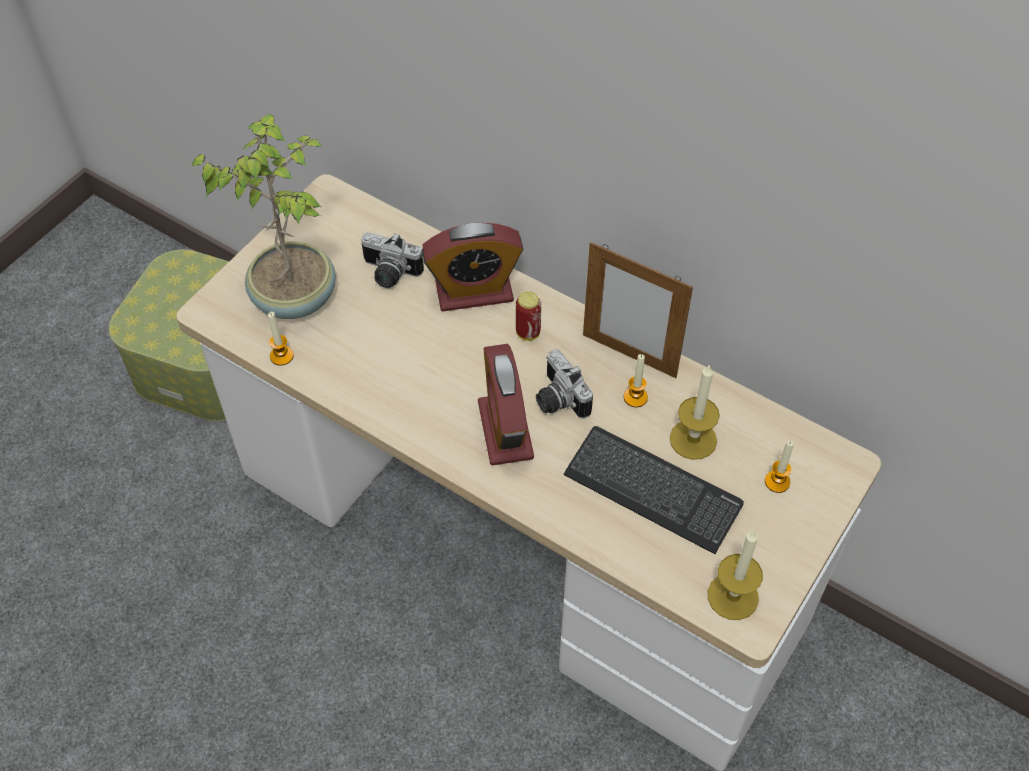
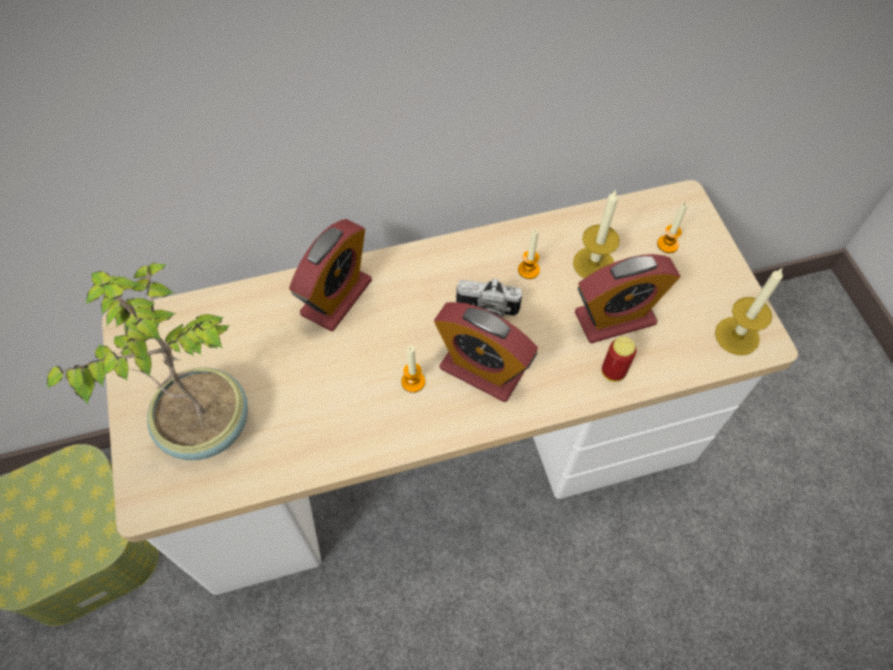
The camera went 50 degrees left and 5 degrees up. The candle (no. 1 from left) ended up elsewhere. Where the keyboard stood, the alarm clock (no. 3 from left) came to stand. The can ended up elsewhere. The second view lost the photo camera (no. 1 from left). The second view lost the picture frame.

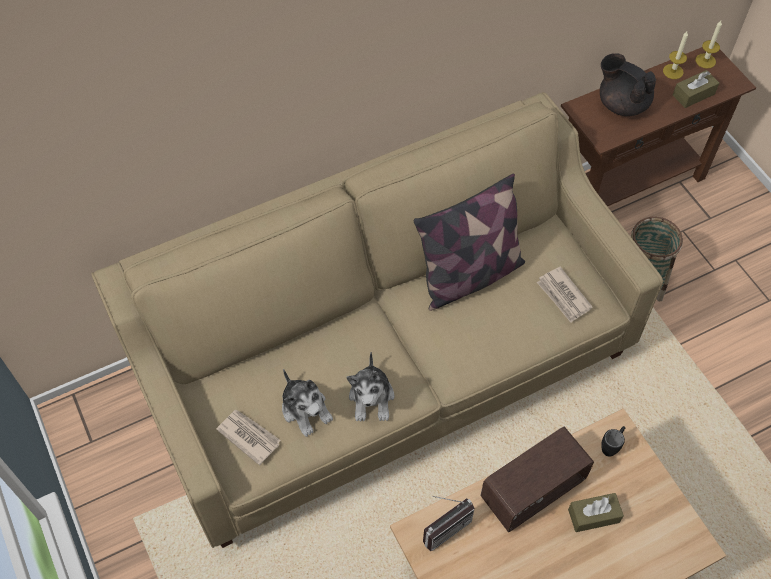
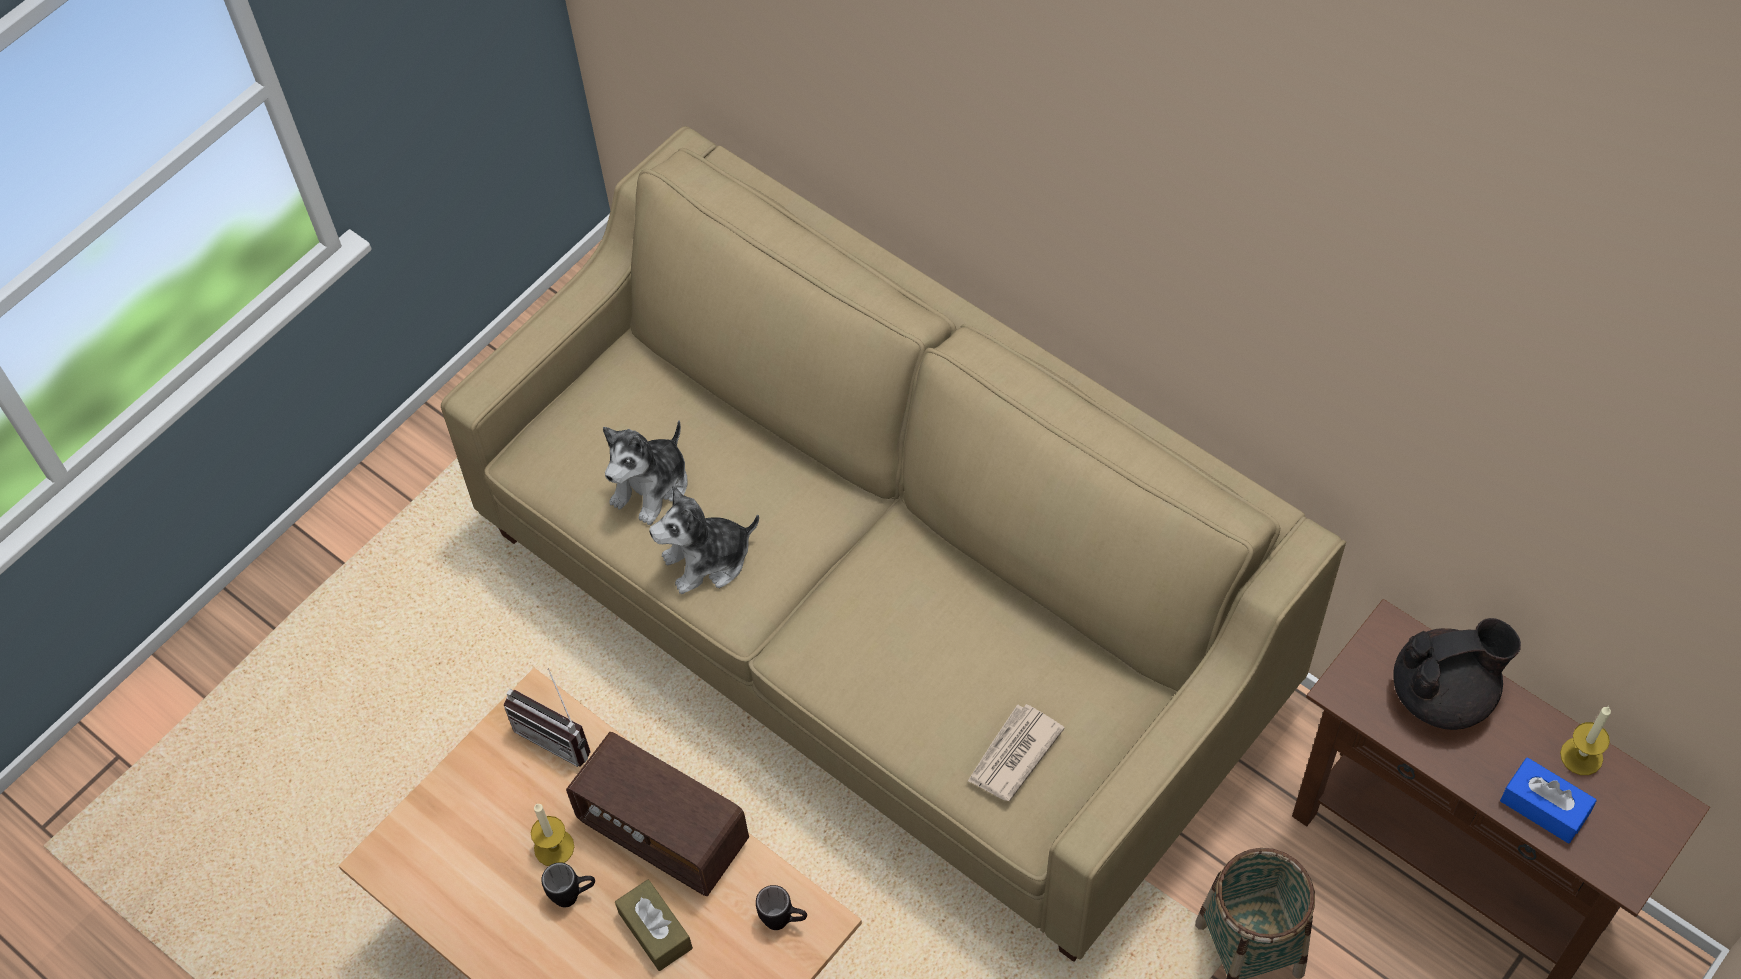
The camera went 70 degrees right and 0 degrees up. The candle (no. 2 from left in the first image) ended up elsewhere. The second view gained the black mug (no. 1 from left). The black teapot ended up facing another way, 60 degrees clockwise from before. What was the brown tissue box (no. 2 from left) turned into the blue tissue box. The second view lost the newspaper (no. 1 from left). The second view lost the pillow.

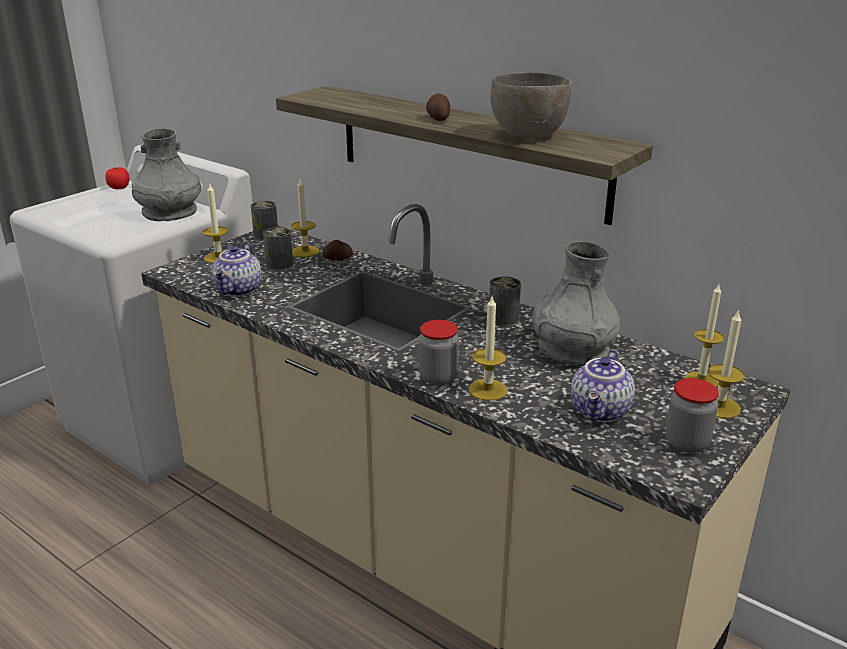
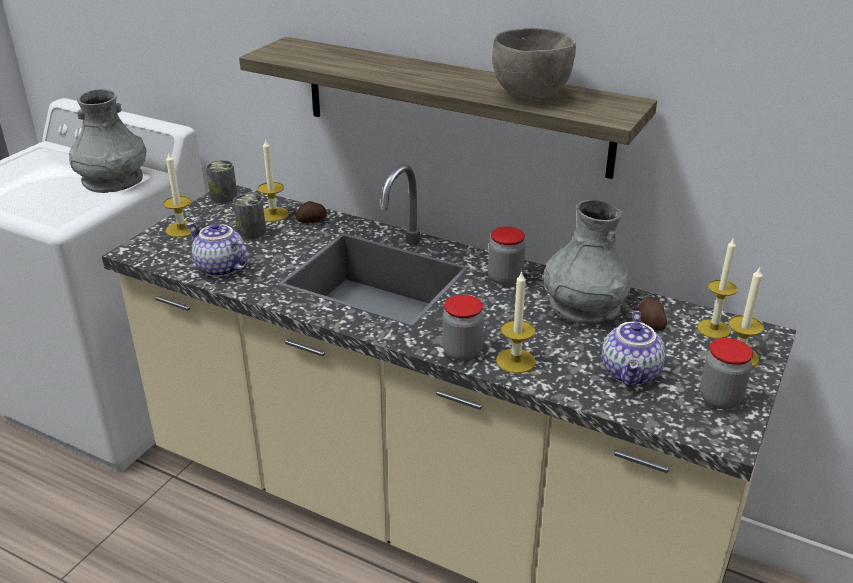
The camera went 10 degrees left and 5 degrees up. The teapot (no. 1 from left) ended up facing another way, 120 degrees clockwise from before. Where the can (no. 3 from left) stood, the jar (no. 2 from left) came to stand. The potato (no. 2 from left) ended up elsewhere. The second view lost the tomato.

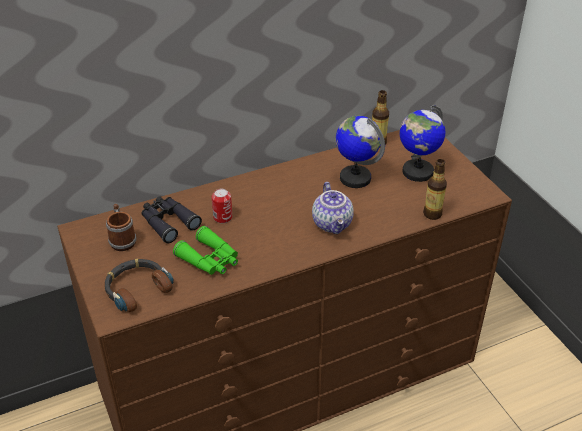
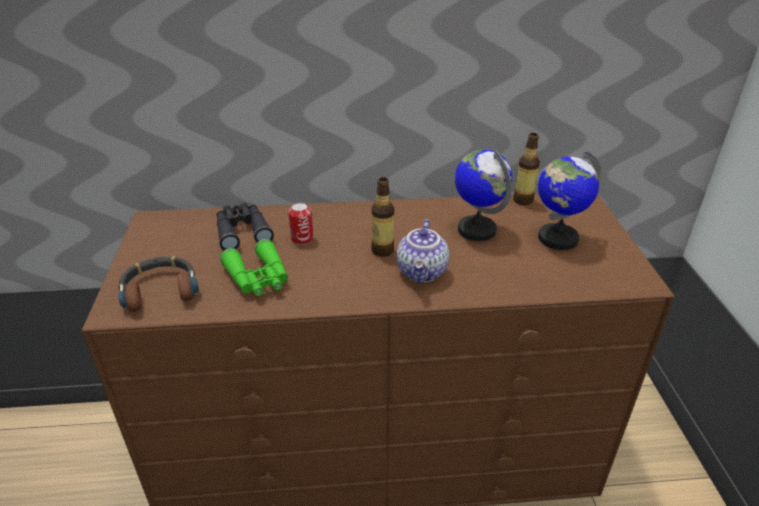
The camera went 20 degrees right and 5 degrees down. The bottle (no. 2 from left in the first image) ended up elsewhere. The second view lost the mug.

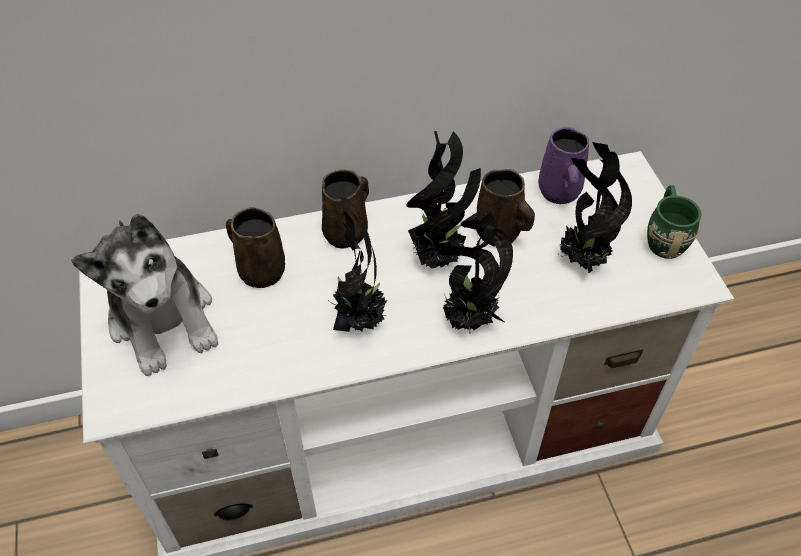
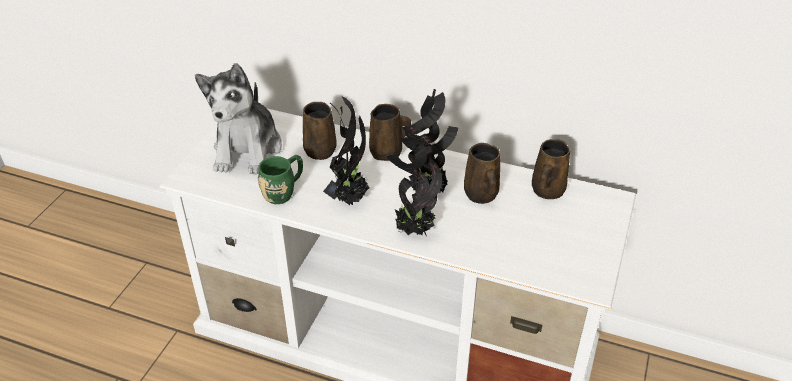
The camera went 35 degrees right and 10 degrees down. The green mug ended up elsewhere. What was the purple mug turned into the brown mug (no. 4 from left). The second view lost the potted plant (no. 4 from left).

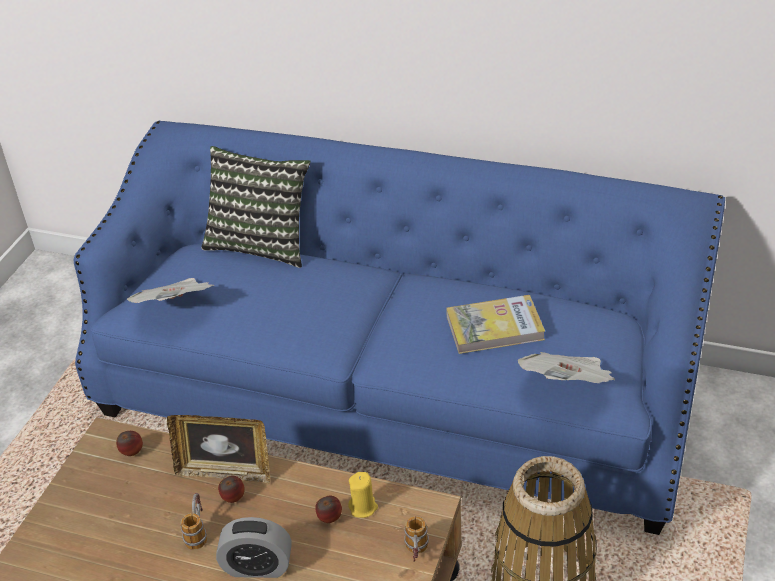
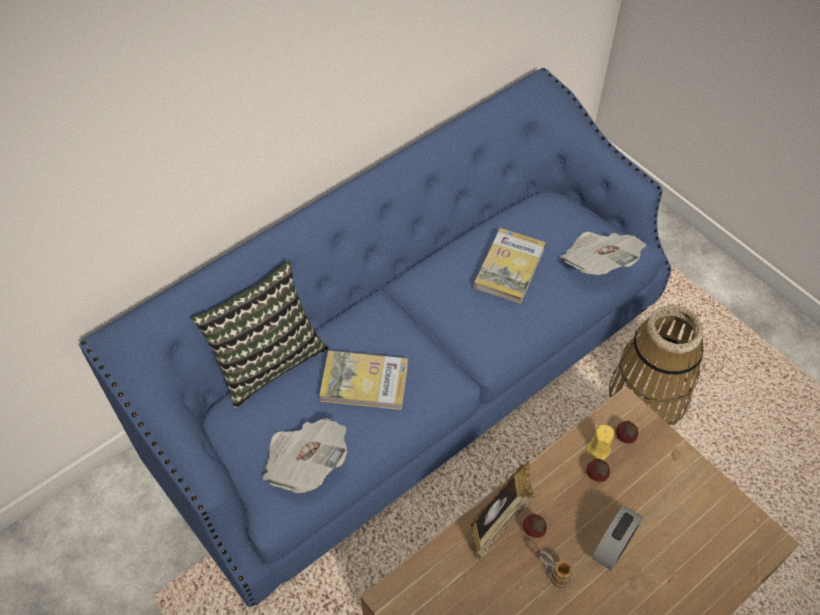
The camera went 60 degrees left and 15 degrees up. The second view gained the book (no. 1 from left). The apple (no. 1 from left in the first image) ended up elsewhere. The second view lost the mug (no. 2 from left).

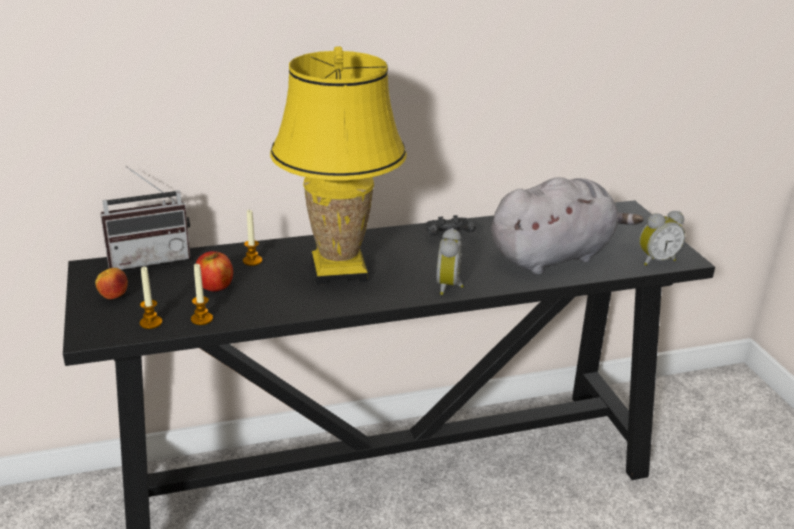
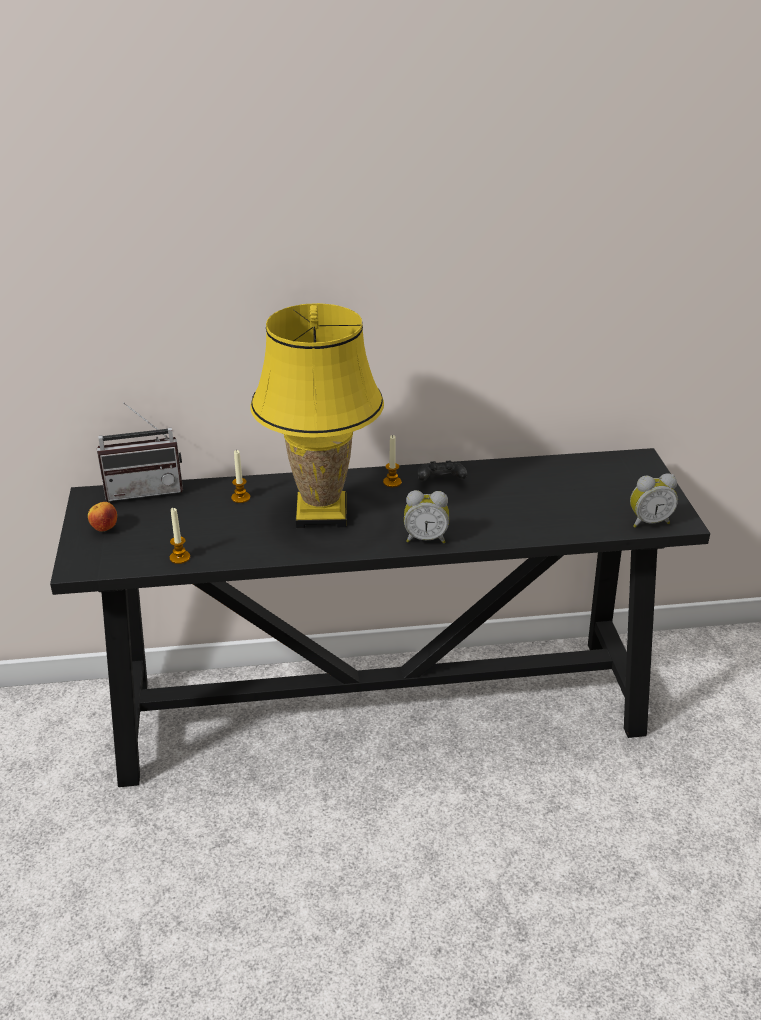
The camera went 10 degrees right and 5 degrees up. The candle (no. 1 from left in the first image) ended up elsewhere. The alarm clock (no. 1 from left) ended up facing another way, 105 degrees counterclockwise from before. The second view lost the apple (no. 2 from left). The second view lost the grey plush toy.

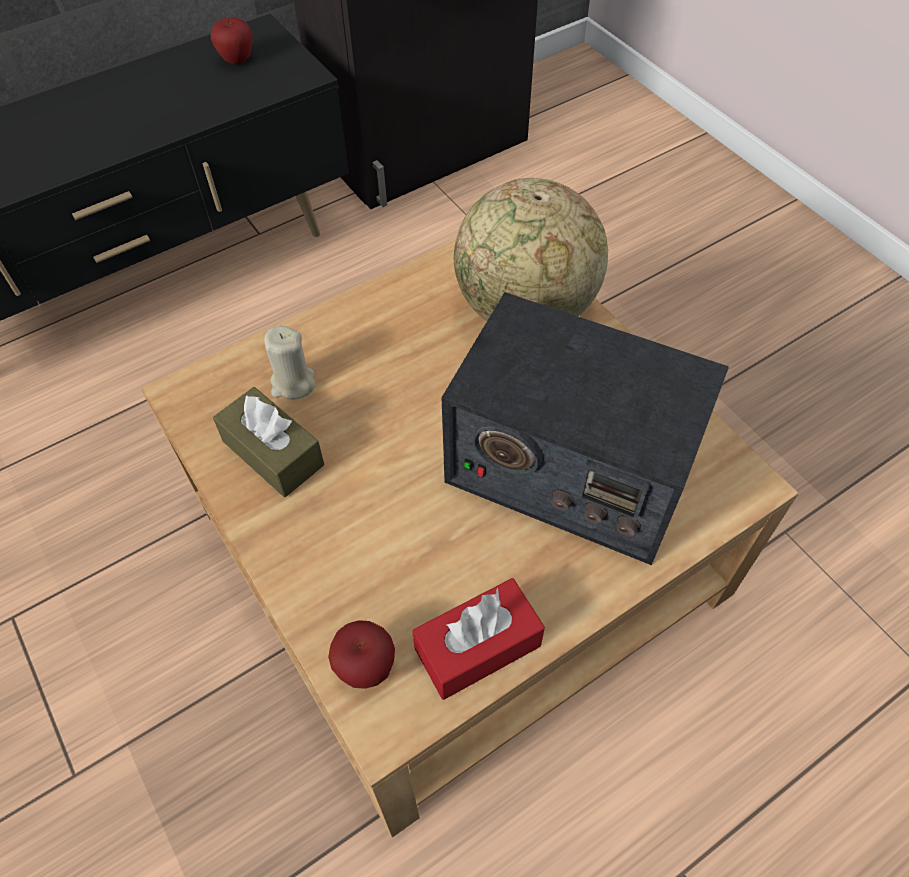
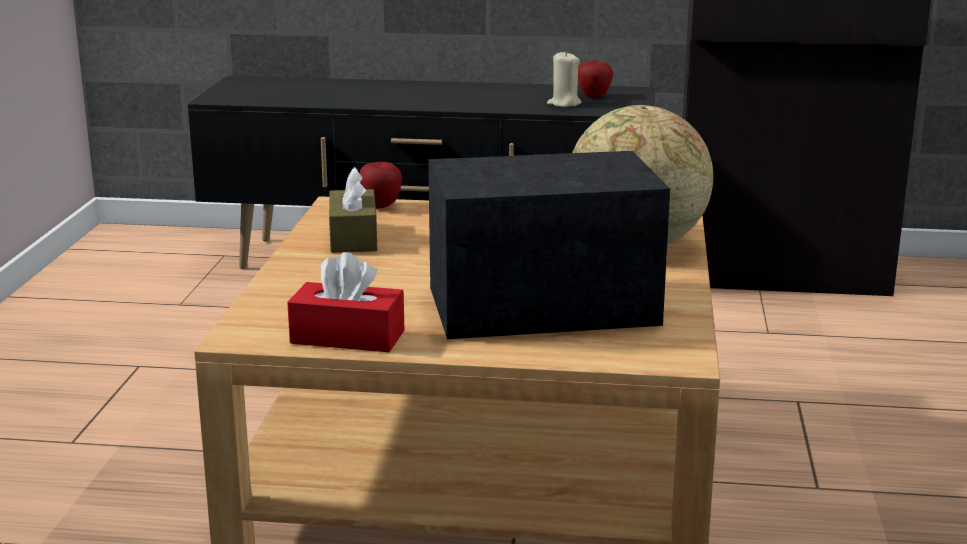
The camera went 40 degrees right and 35 degrees down. The apple (no. 2 from left in the first image) ended up elsewhere. The radio ended up facing another way, 105 degrees clockwise from before. The beige candle ended up elsewhere.

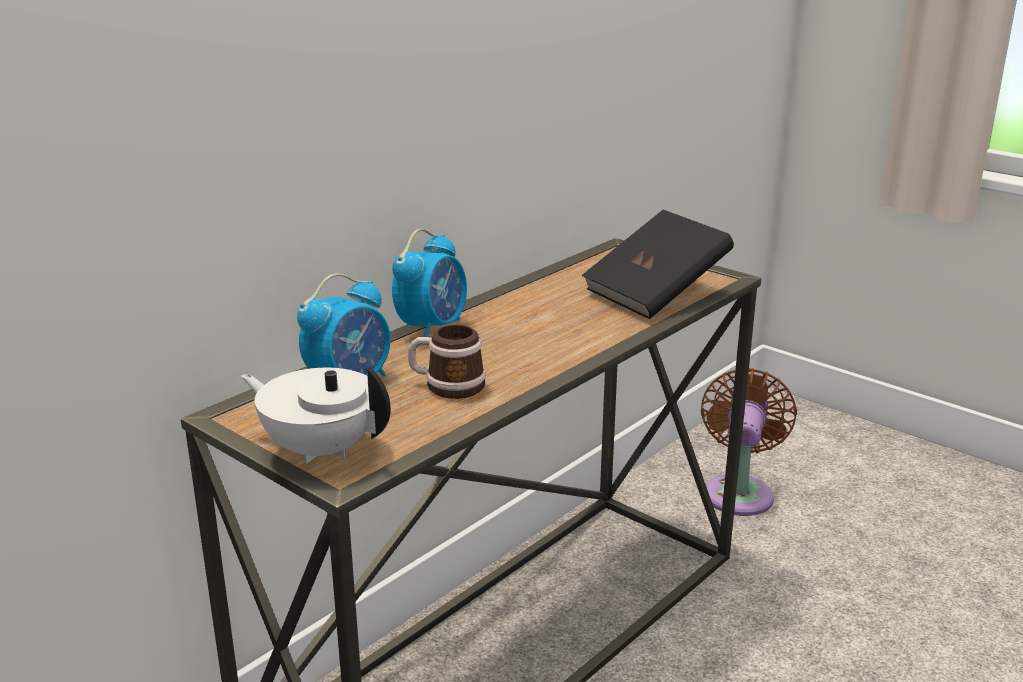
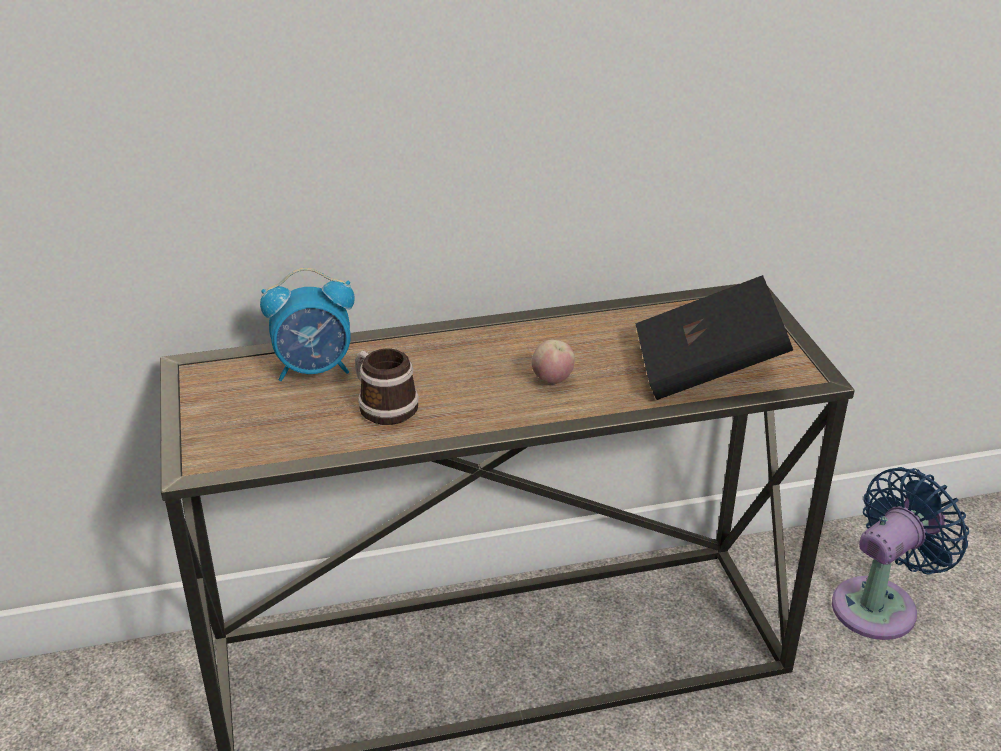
The camera went 35 degrees right and 10 degrees up. The second view gained the apple. What was the brown fan turned into the blue fan. The second view lost the white teapot. The second view lost the alarm clock (no. 2 from left).

